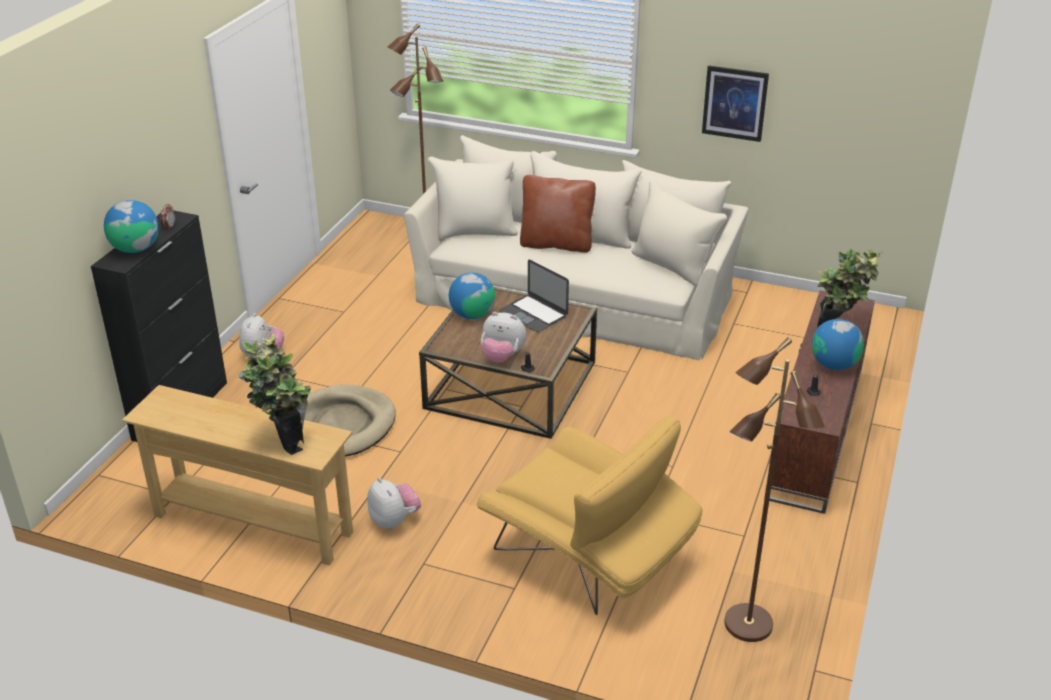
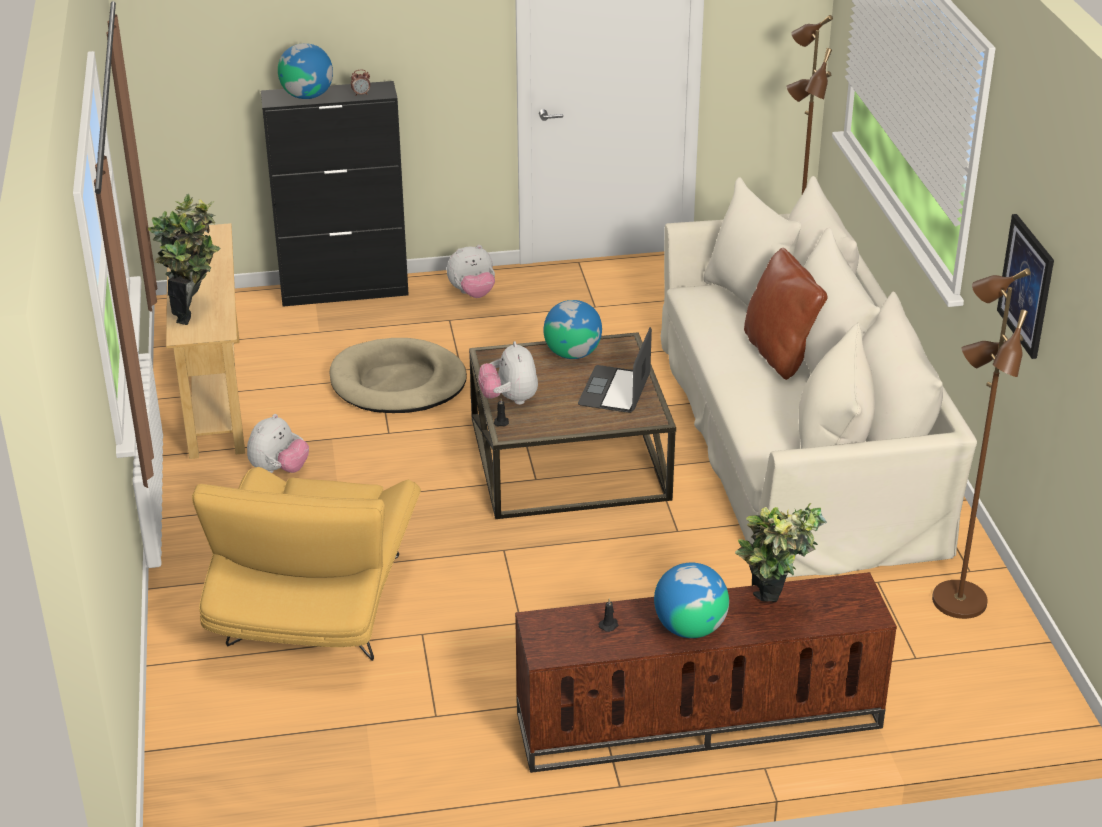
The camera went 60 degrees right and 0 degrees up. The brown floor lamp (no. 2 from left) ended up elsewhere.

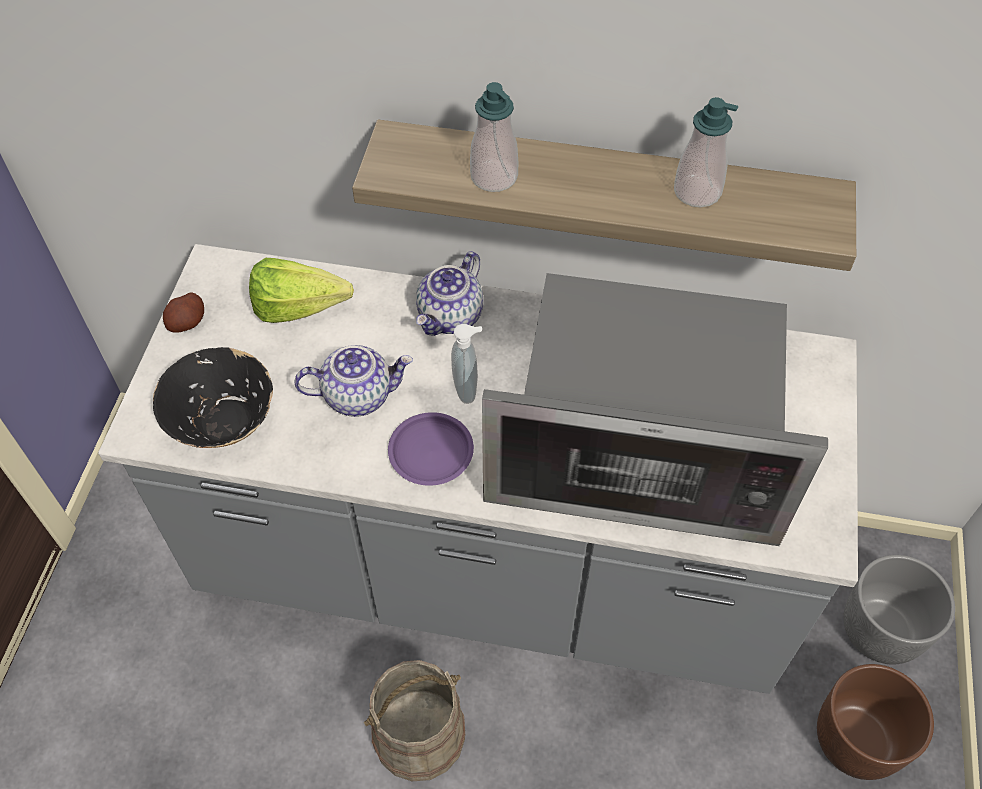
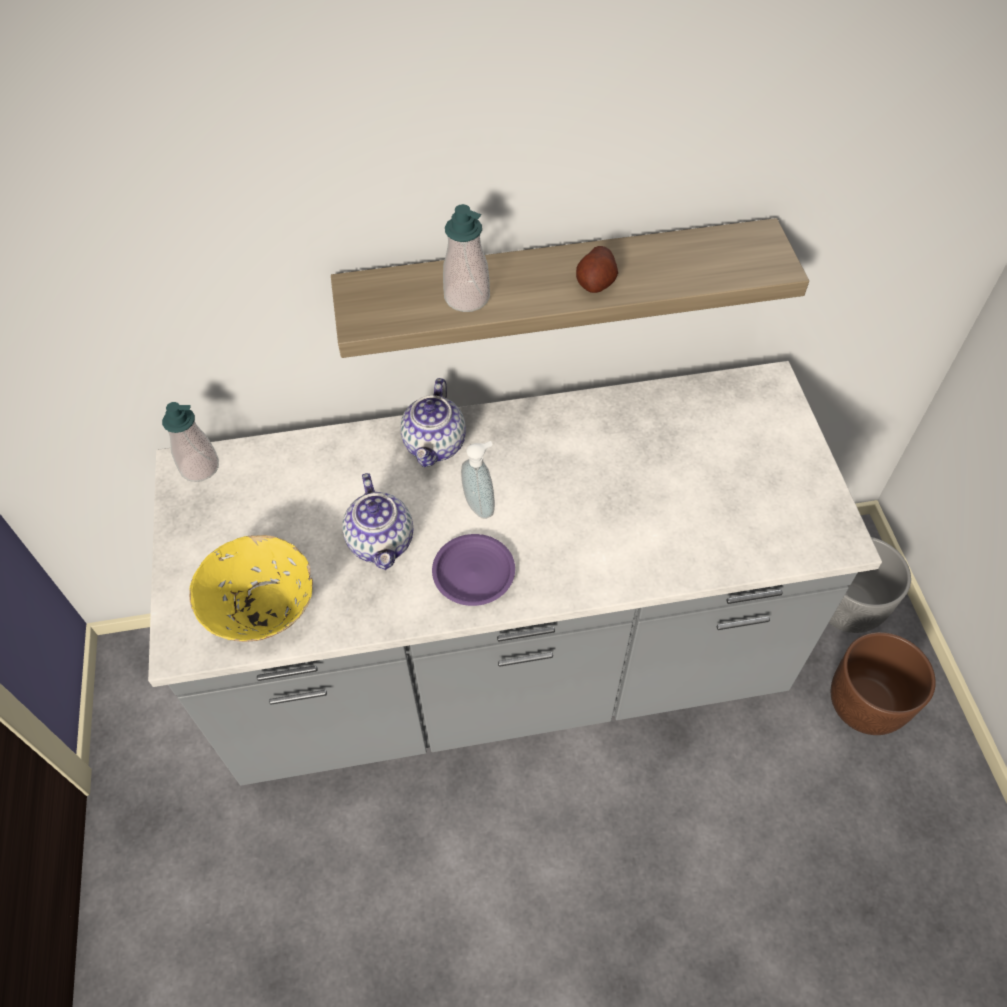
The camera went 20 degrees left and 0 degrees up. The soap dispenser (no. 3 from left in the first image) ended up elsewhere. What was the black bowl turned into the yellow bowl. The teapot (no. 1 from left) ended up facing another way, 105 degrees clockwise from before. The potato ended up elsewhere. The second view lost the lettuce. The second view lost the beige bucket. The second view lost the microwave.

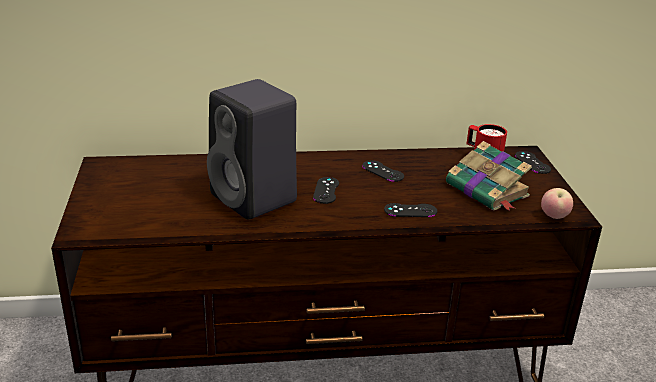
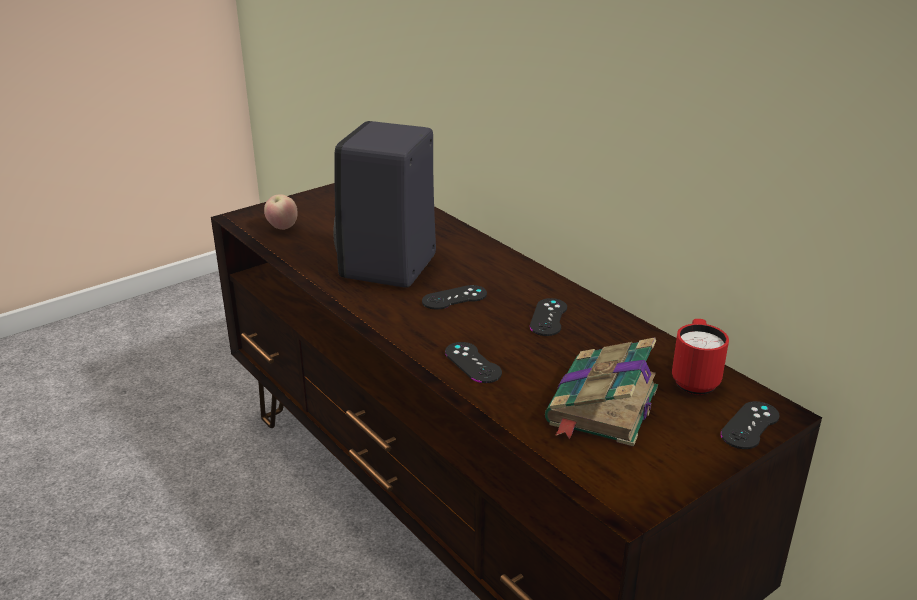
The camera went 60 degrees right and 0 degrees up. The apple ended up elsewhere.

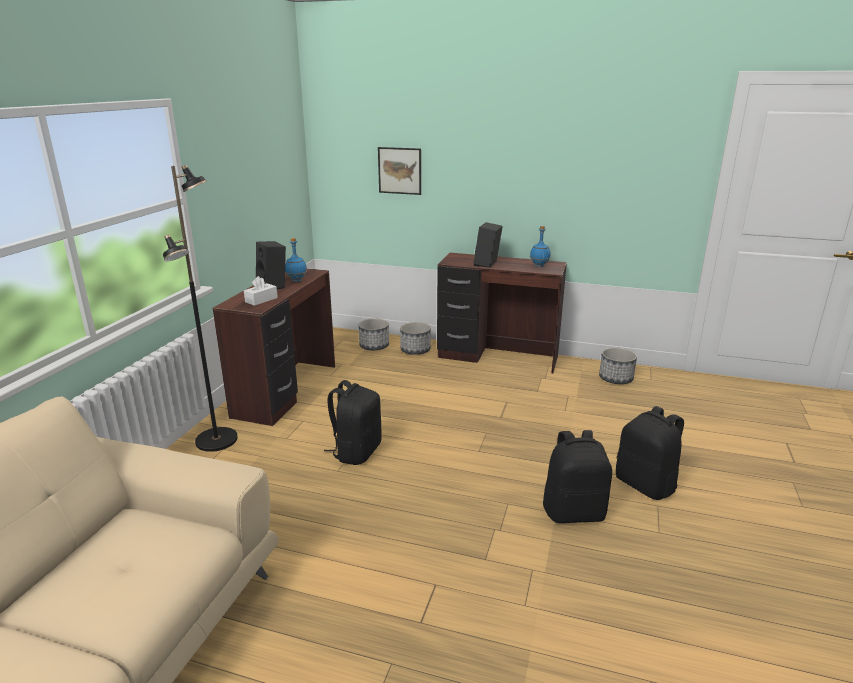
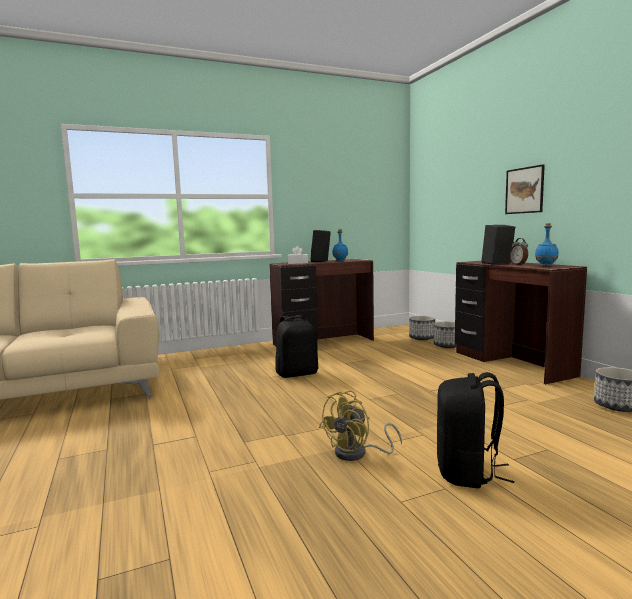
The camera went 50 degrees right and 15 degrees down. Where the black backpack (no. 2 from left) stood, the yellow fan came to stand. The picture ended up elsewhere. The second view gained the alarm clock. The second view lost the black floor lamp.

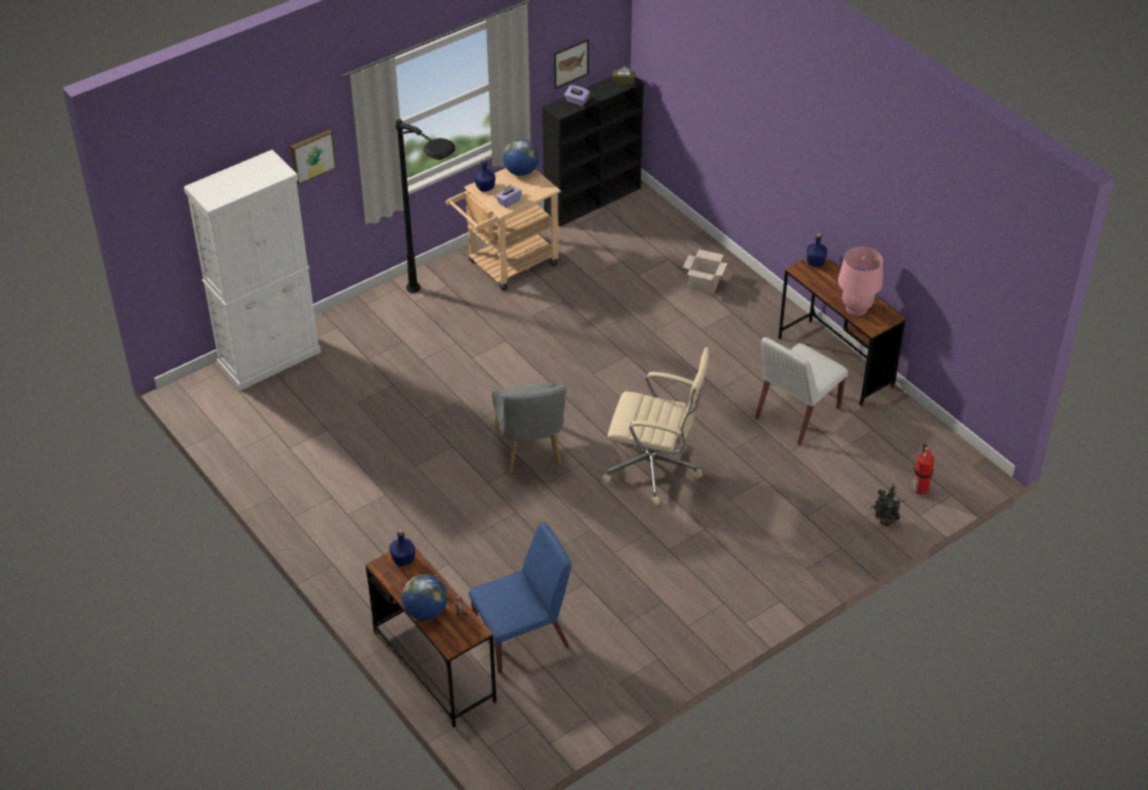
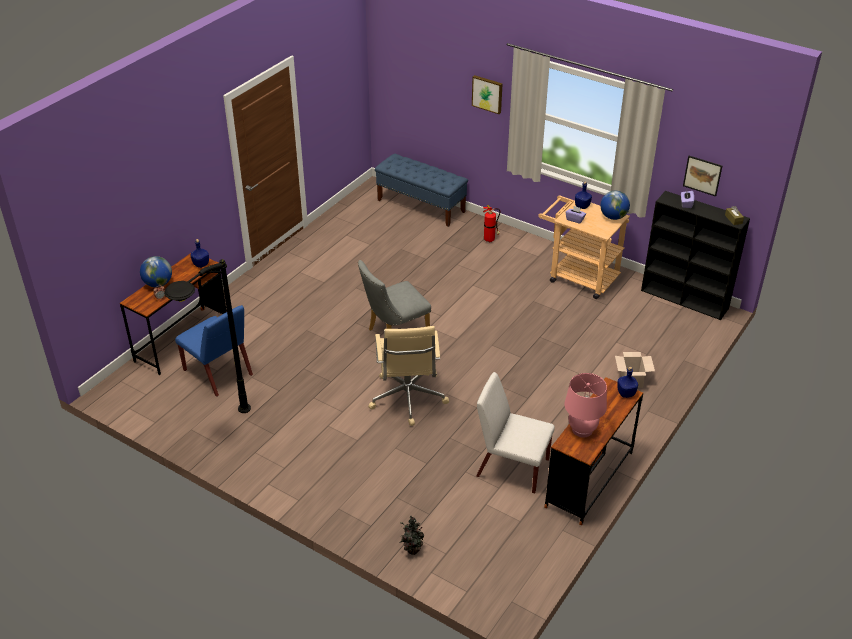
The camera went 70 degrees right and 5 degrees down. The black floor lamp ended up elsewhere. Where the white cabinet stood, the blue bench came to stand. The fire extinguisher ended up elsewhere.

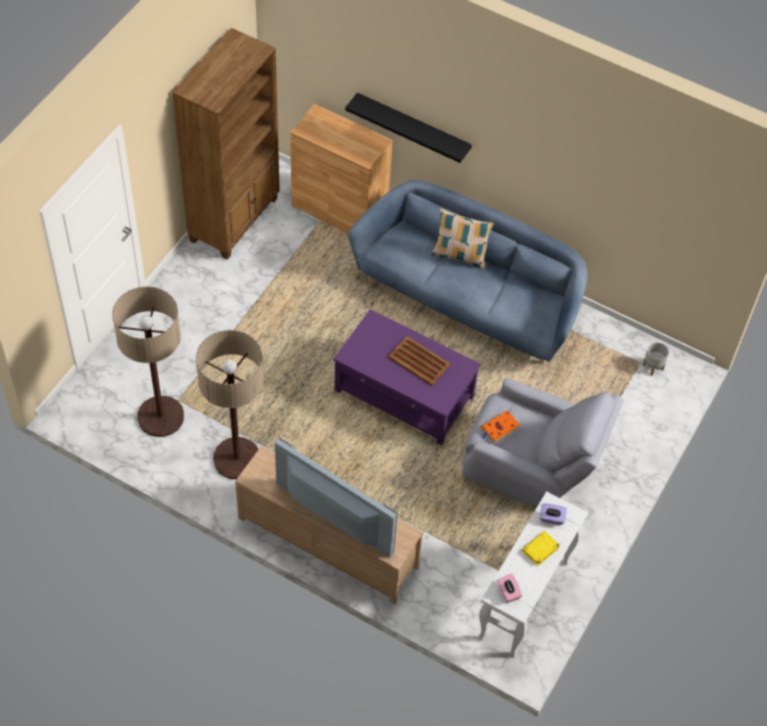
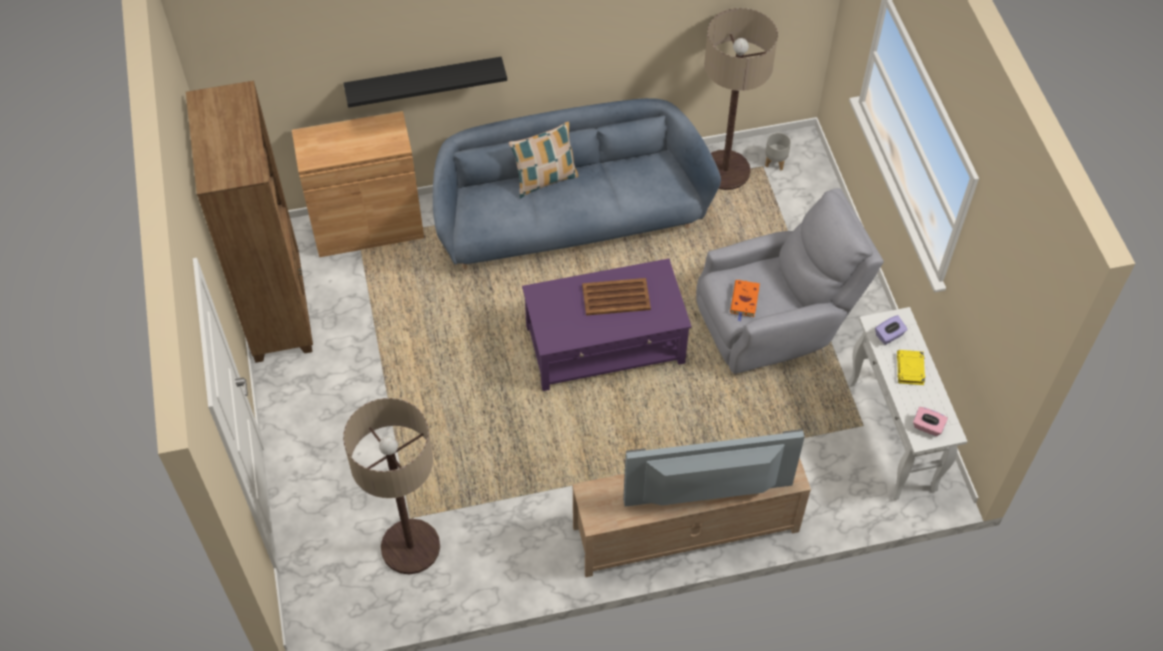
The camera went 40 degrees left and 0 degrees up. The floor lamp (no. 2 from left) ended up elsewhere.

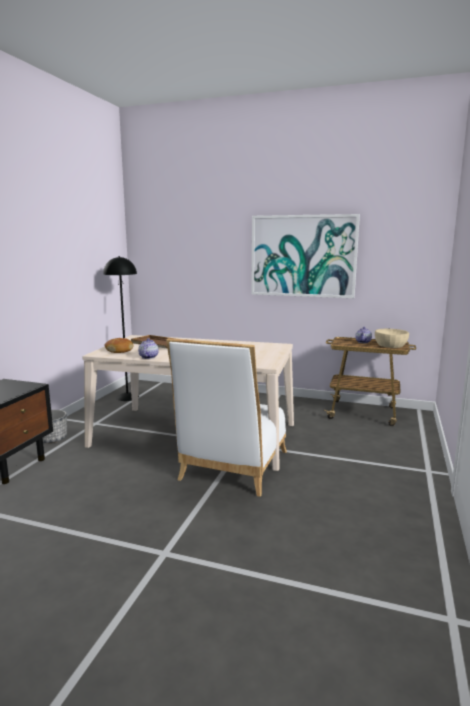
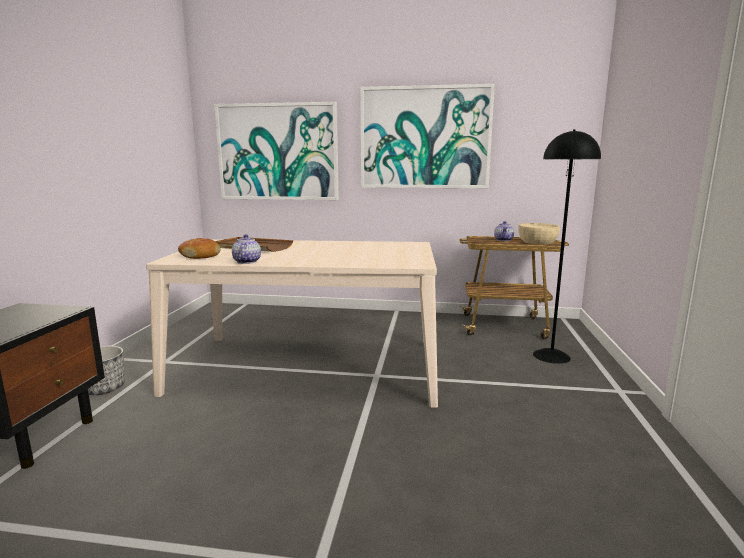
The camera went 10 degrees left and 0 degrees up. The second view gained the picture (no. 1 from left). The black floor lamp ended up elsewhere. The second view lost the white chair.

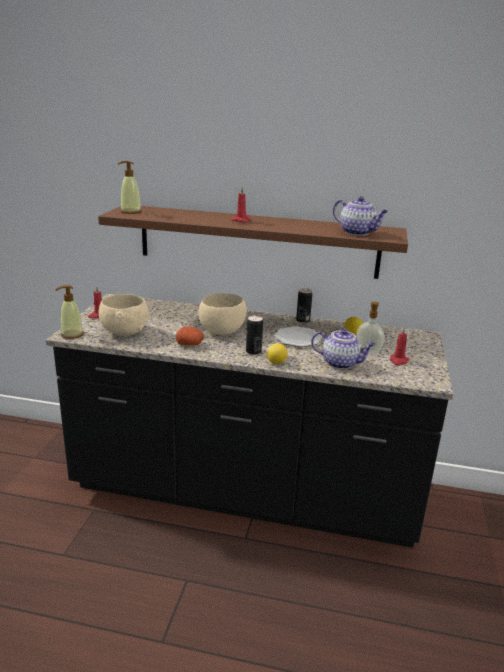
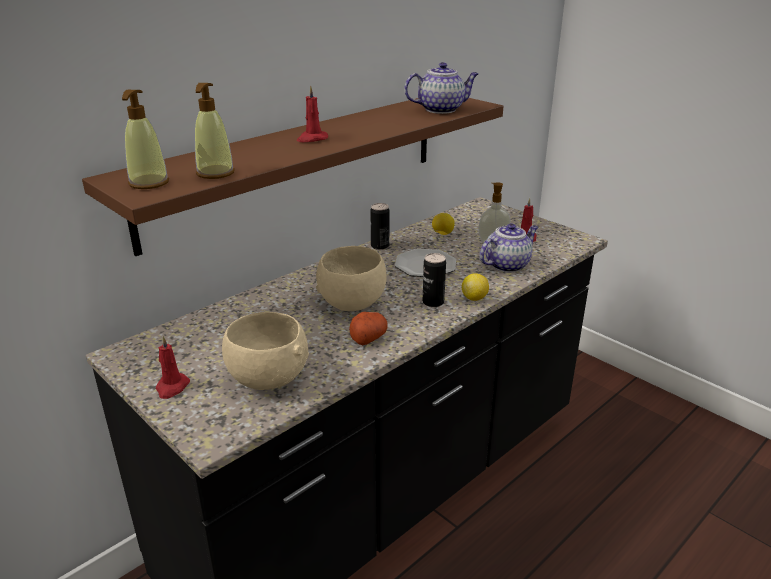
The camera went 55 degrees left and 5 degrees up. The soap dispenser (no. 1 from left in the first image) ended up elsewhere.

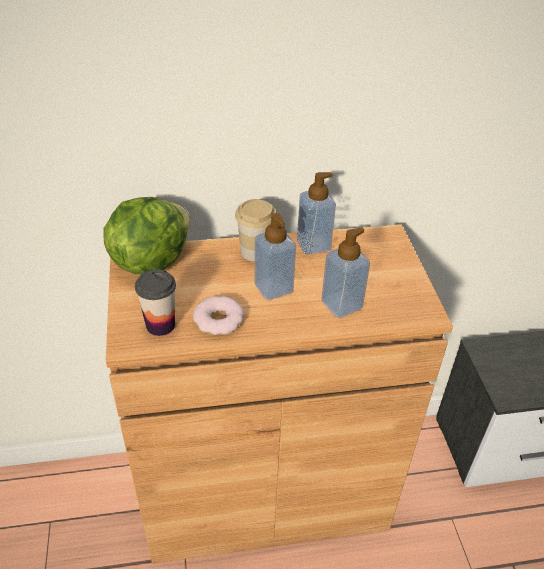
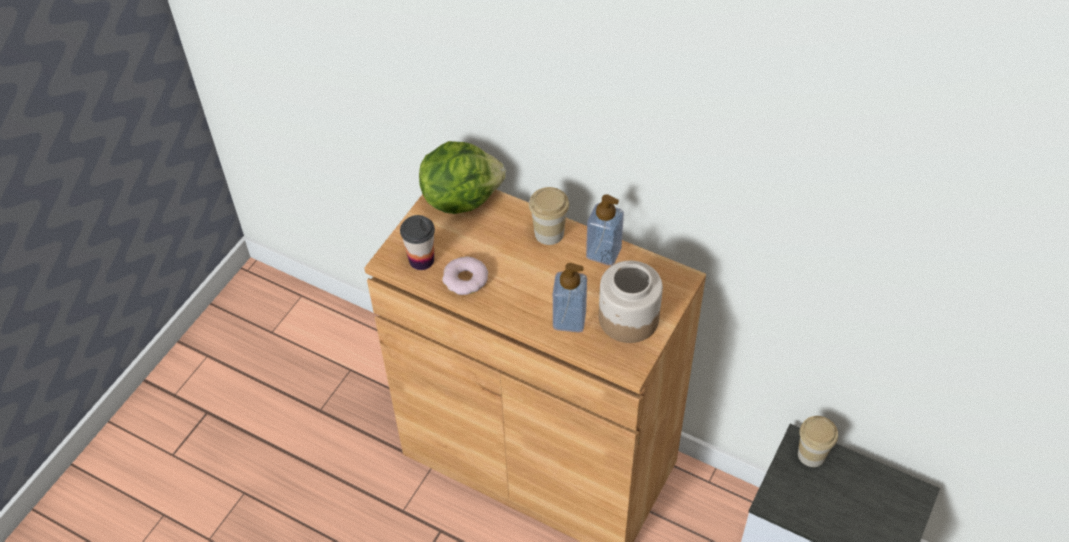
The camera went 40 degrees right and 10 degrees up. The second view gained the jar. The second view gained the cup (no. 3 from left). The second view lost the soap dispenser (no. 1 from left).

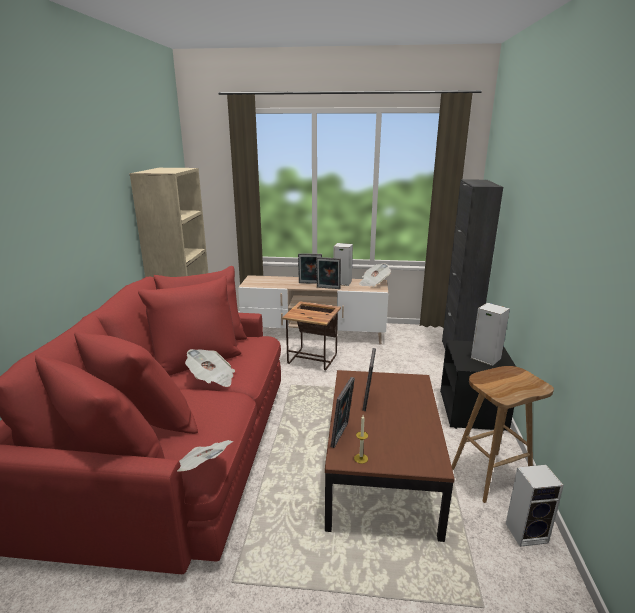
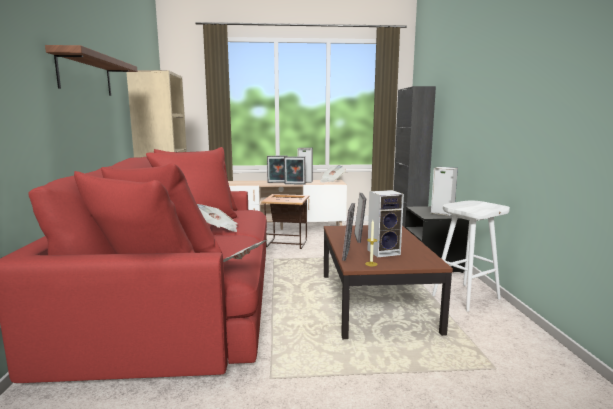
The camera went 10 degrees left and 10 degrees down. The second view gained the shelf. The speaker (no. 3 from left in the first image) ended up elsewhere. What was the brown stool turned into the white stool.

